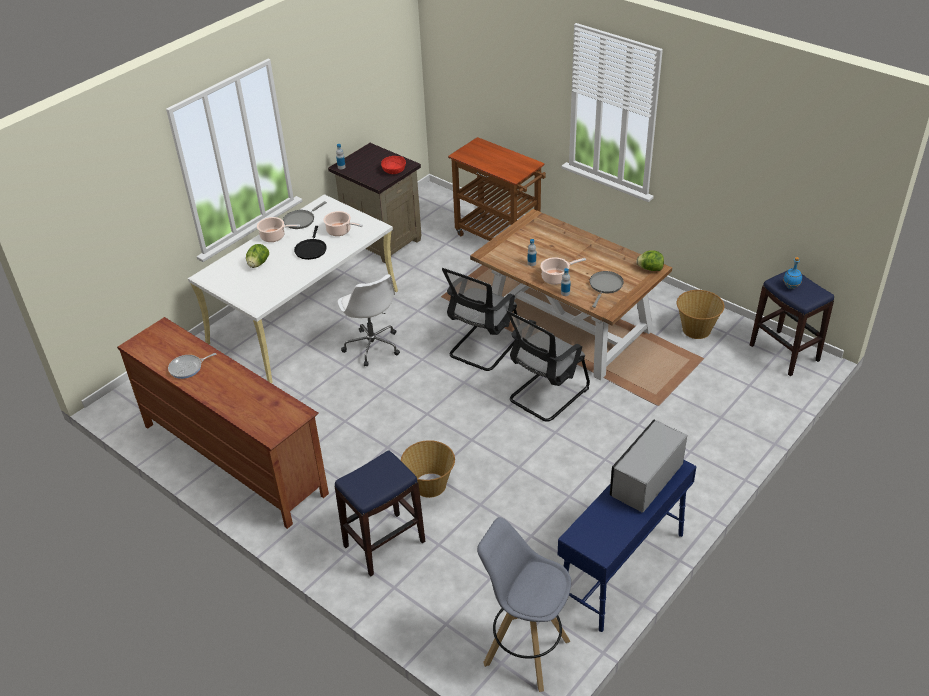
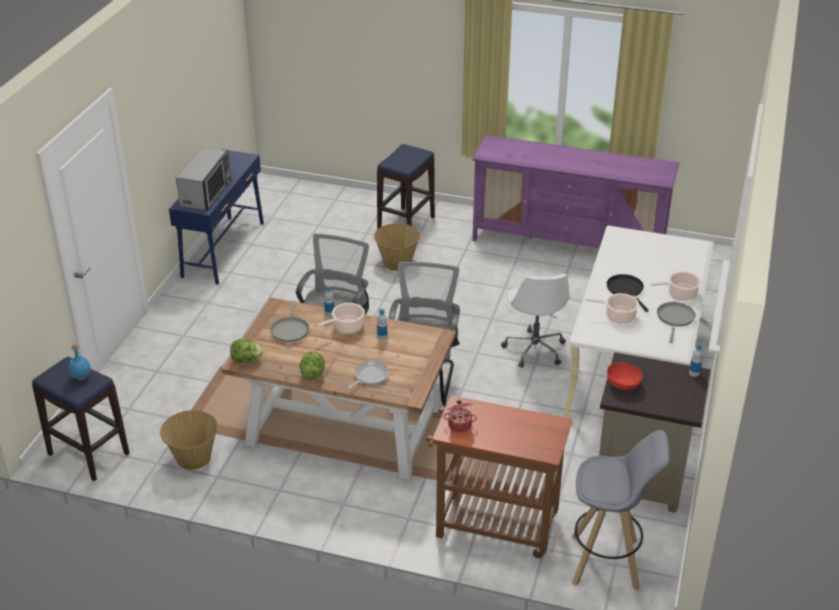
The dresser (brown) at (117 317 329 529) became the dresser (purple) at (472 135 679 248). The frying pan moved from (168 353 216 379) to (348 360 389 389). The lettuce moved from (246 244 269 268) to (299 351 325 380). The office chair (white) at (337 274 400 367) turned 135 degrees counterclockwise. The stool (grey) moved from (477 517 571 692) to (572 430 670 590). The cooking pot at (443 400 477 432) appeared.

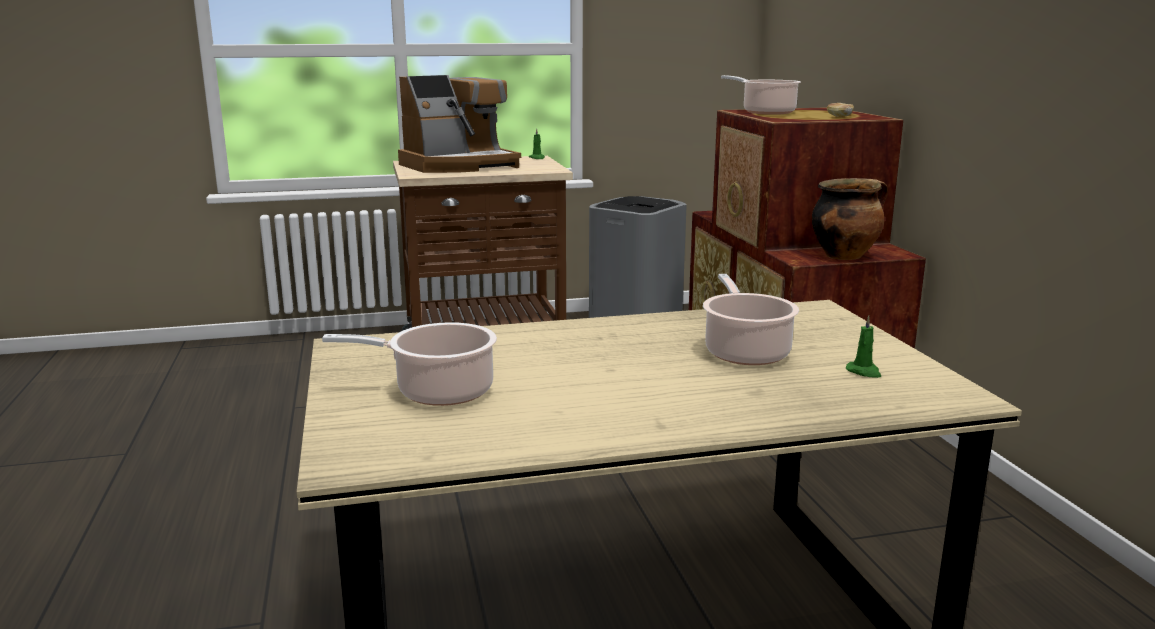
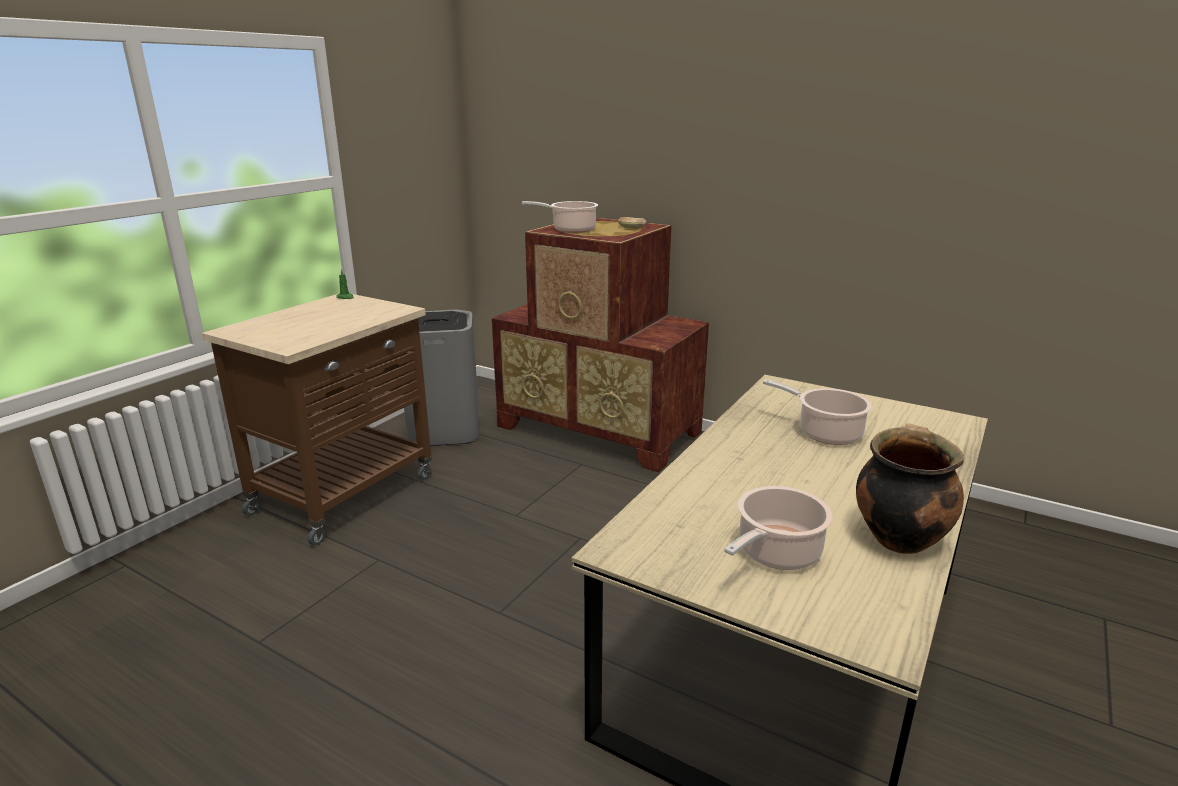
The coffee machine at (398 75 521 173) disappeared. The cooking pot moved from (812 178 888 260) to (856 423 964 554). The candle (green) at (846 316 881 378) disappeared.

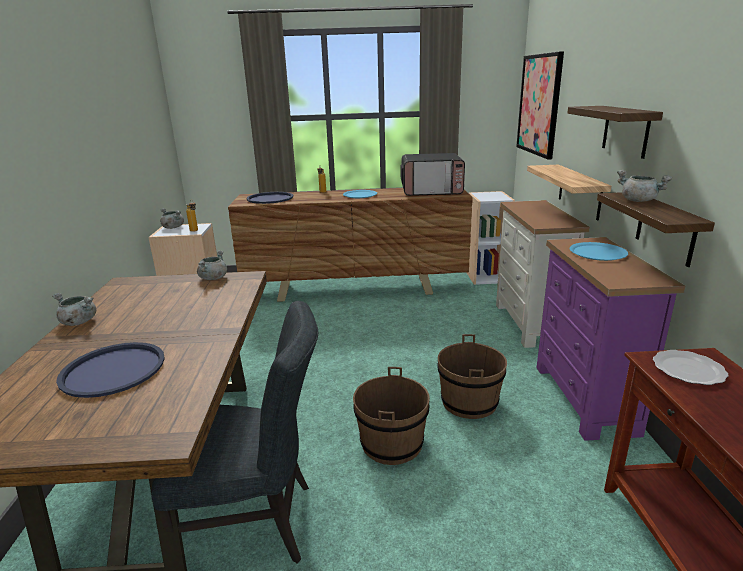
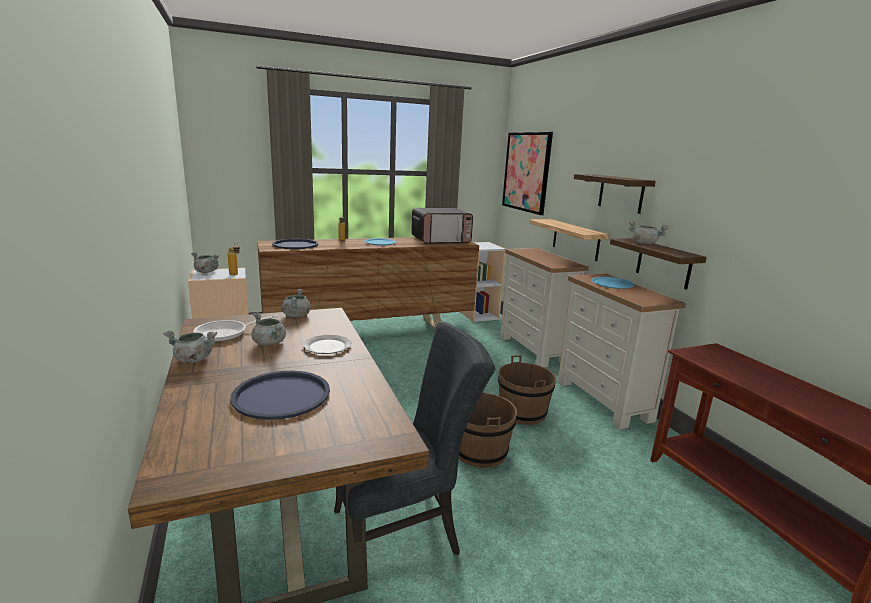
The dresser (purple) at (537 237 686 441) became the dresser (white) at (558 273 686 430). The plate moved from (653 350 728 385) to (303 335 352 354). The frying pan at (193 315 278 342) appeared. The cooking pot (grey) at (251 312 286 345) appeared.

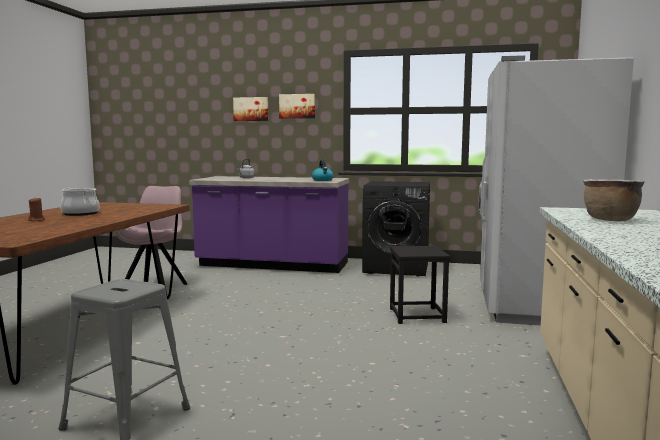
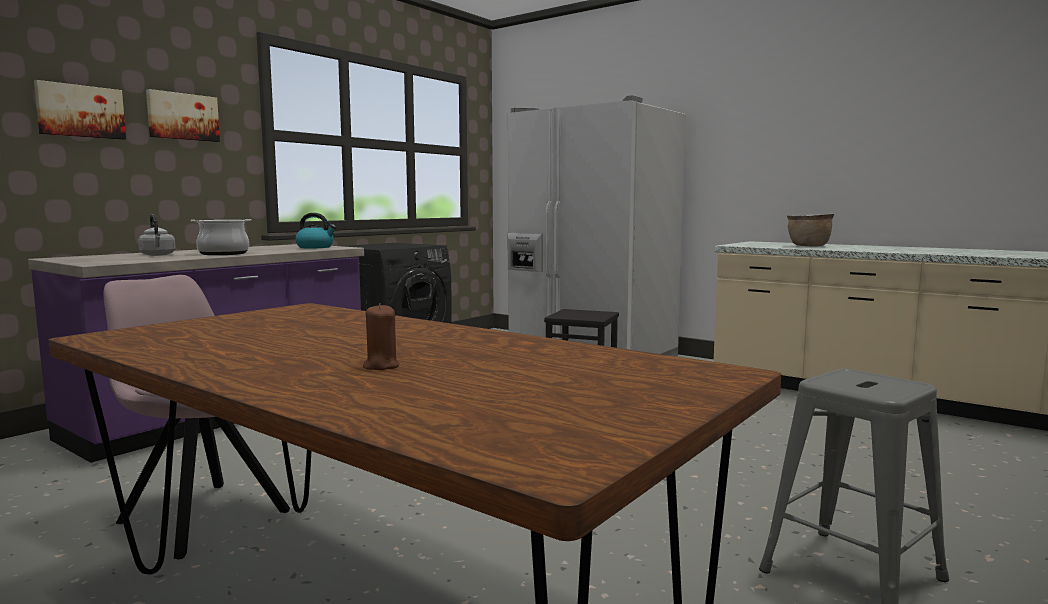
The cooking pot moved from (60 188 99 216) to (191 219 251 255).

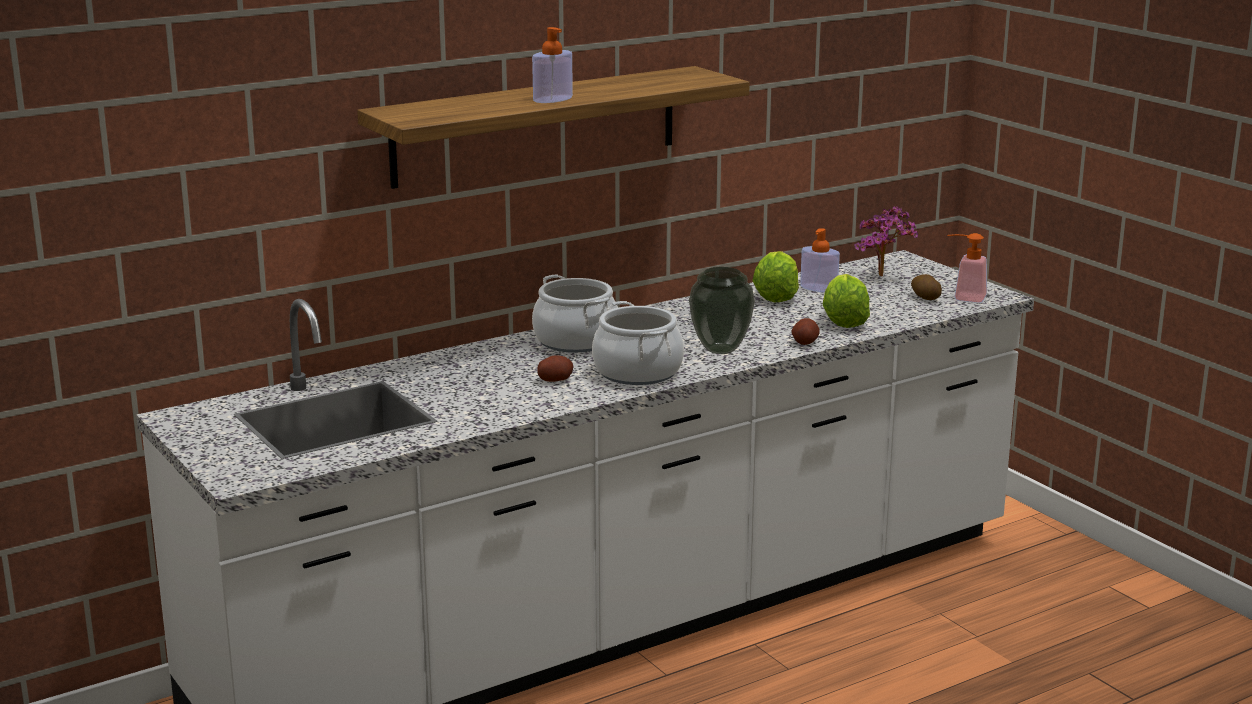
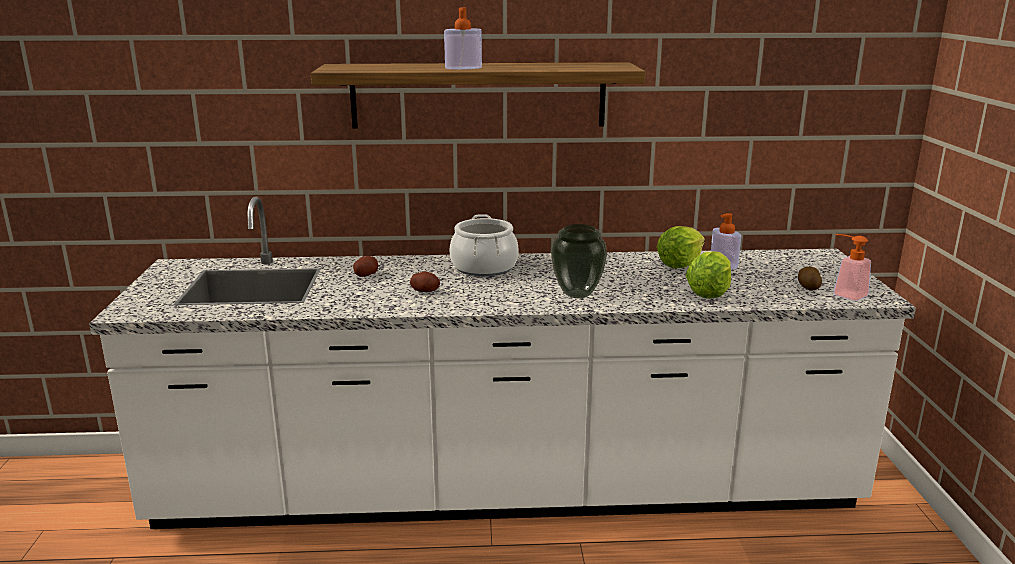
The cooking pot at (592 301 684 385) disappeared. The potato moved from (791 318 820 345) to (353 256 378 277). The potted plant at (854 206 918 277) disappeared.

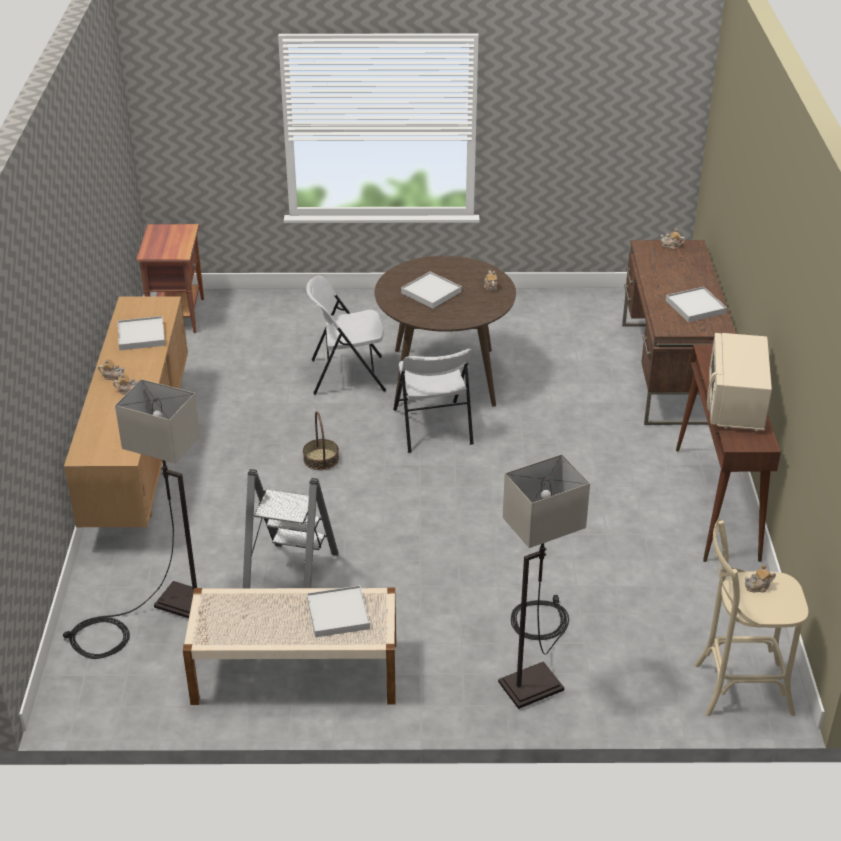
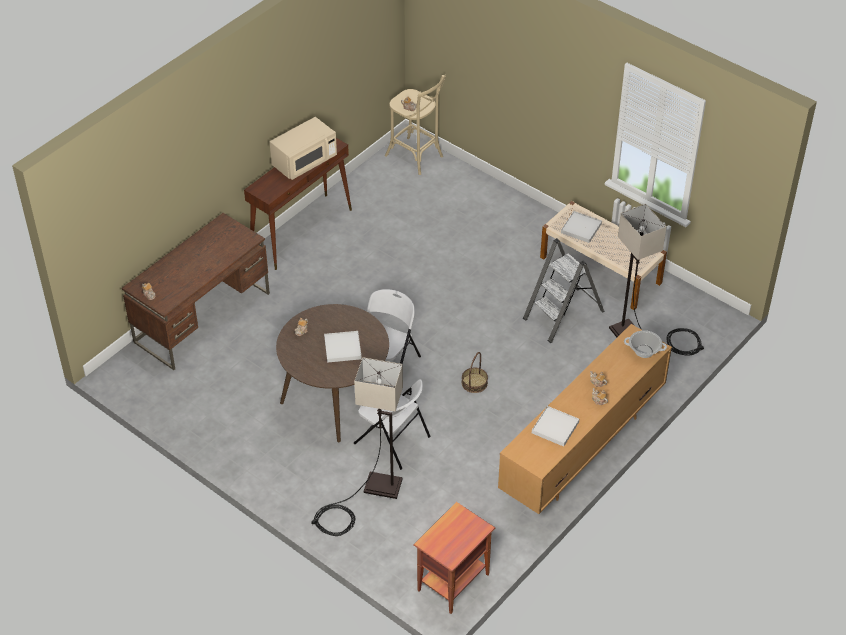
The floor lamp moved from (498 454 590 709) to (311 357 403 536). The tray (white) at (666 287 727 322) disappeared. The cooking pot at (624 330 667 358) appeared.

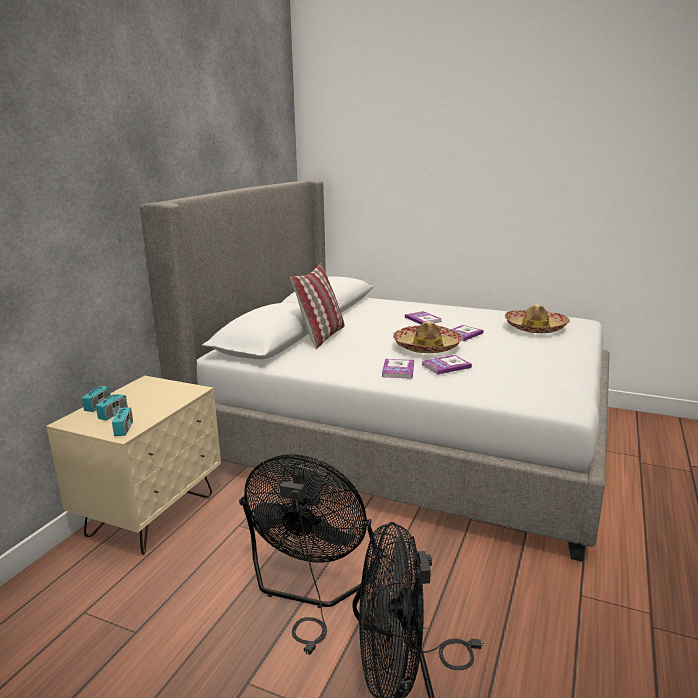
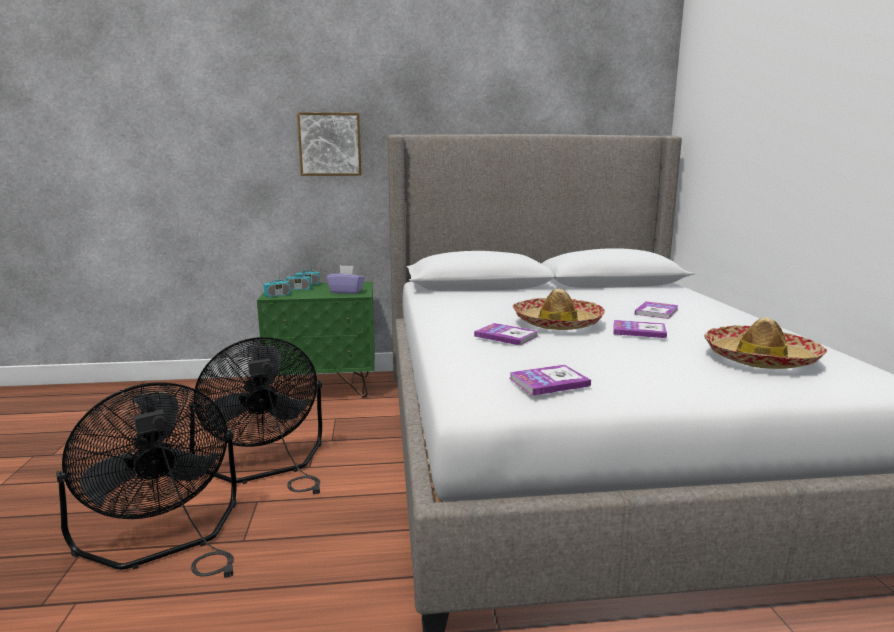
The nightstand (beige) at (46 376 221 555) became the nightstand (green) at (257 282 375 397). The fan (black) at (239 454 380 655) turned 105 degrees counterclockwise. The pillow at (290 263 345 349) disappeared. The book moved from (382 359 414 379) to (509 365 591 396). The picture at (297 112 362 176) appeared. The tissue box (purple) at (326 265 365 294) appeared.

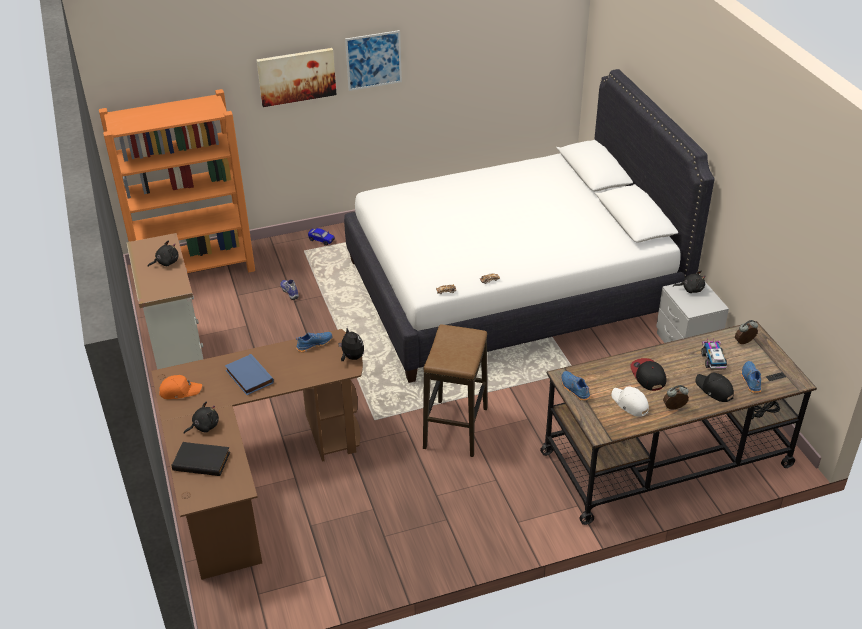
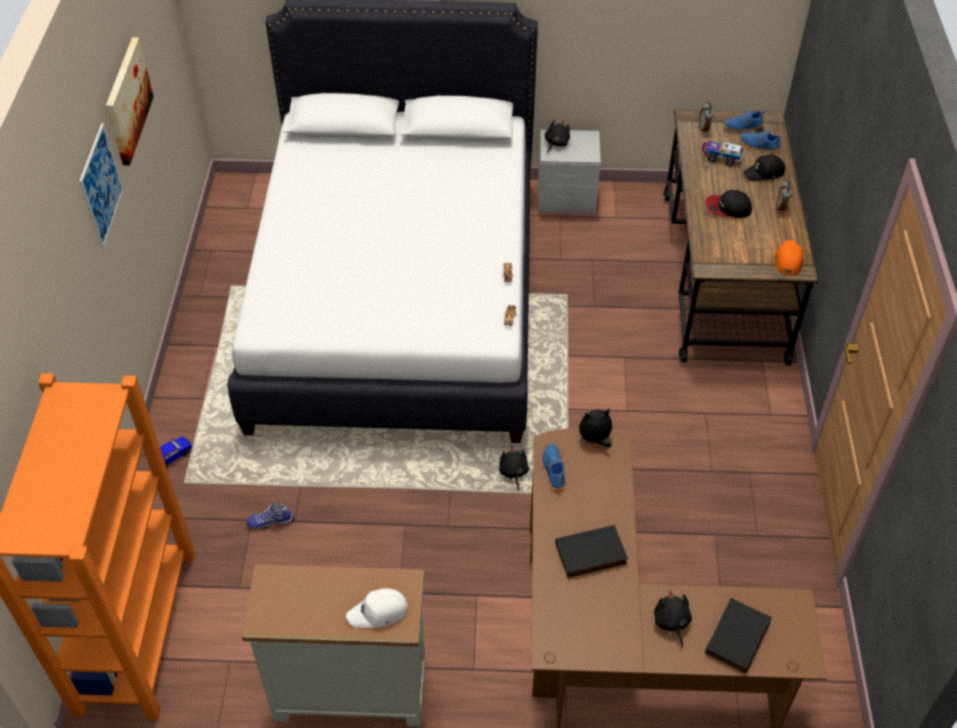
The plush toy (black) moved from (148 240 179 267) to (499 446 529 491). The cap (orange) moved from (159 375 202 399) to (775 240 803 276). The book (blue) at (225 354 274 395) became the book (black) at (555 525 628 578). The picture moved from (257 48 337 107) to (106 37 154 165). The stool at (423 324 487 457) disappeared. The shoe (blue) moved from (561 371 590 401) to (725 110 765 133). The cap (white) moved from (612 386 649 416) to (346 588 408 628).

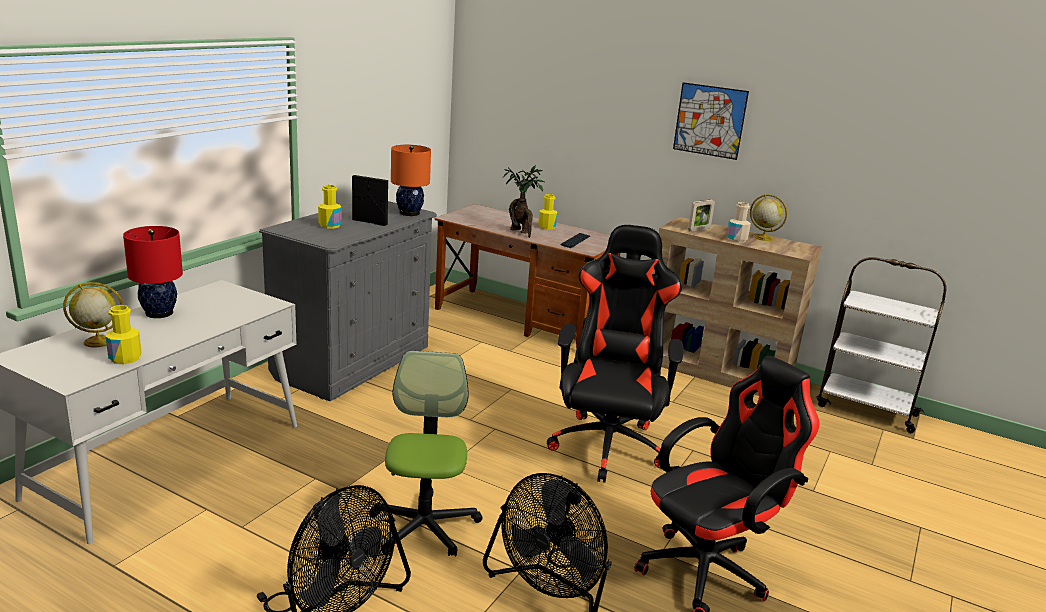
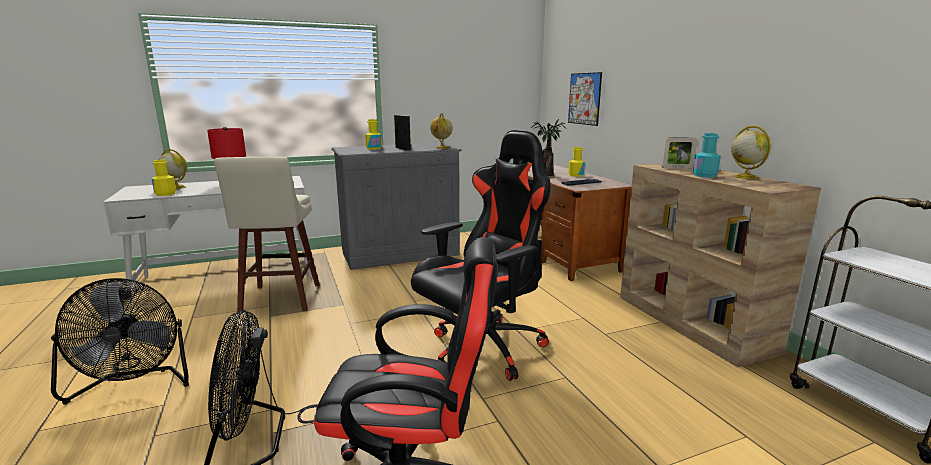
The office chair at (369 351 483 556) disappeared. The table lamp (orange) at (391 145 431 216) was replaced by the globe at (430 113 453 149). The picture moved from (673 82 749 160) to (568 72 602 126). The bottle (beige) at (727 202 751 243) became the bottle (turquoise) at (693 133 721 178). The stool (beige) at (214 157 320 314) appeared.

